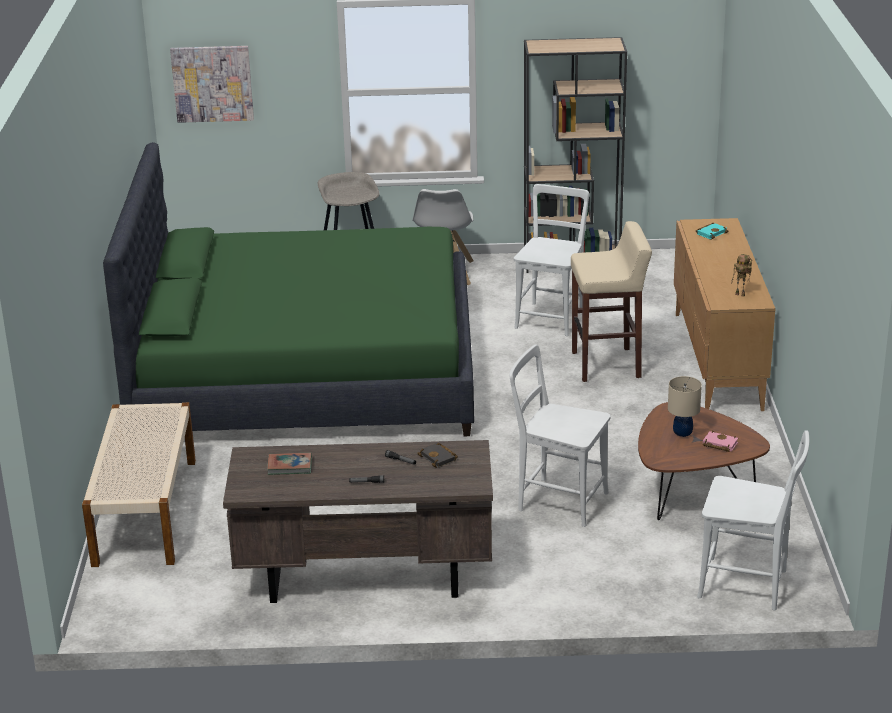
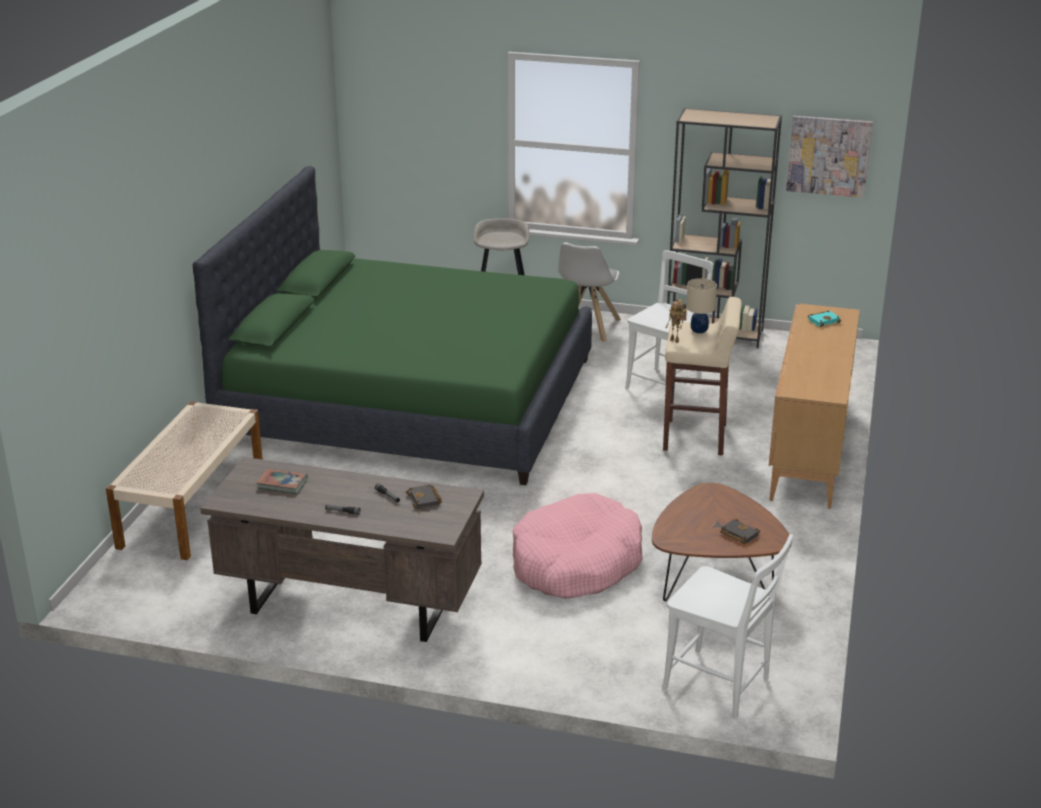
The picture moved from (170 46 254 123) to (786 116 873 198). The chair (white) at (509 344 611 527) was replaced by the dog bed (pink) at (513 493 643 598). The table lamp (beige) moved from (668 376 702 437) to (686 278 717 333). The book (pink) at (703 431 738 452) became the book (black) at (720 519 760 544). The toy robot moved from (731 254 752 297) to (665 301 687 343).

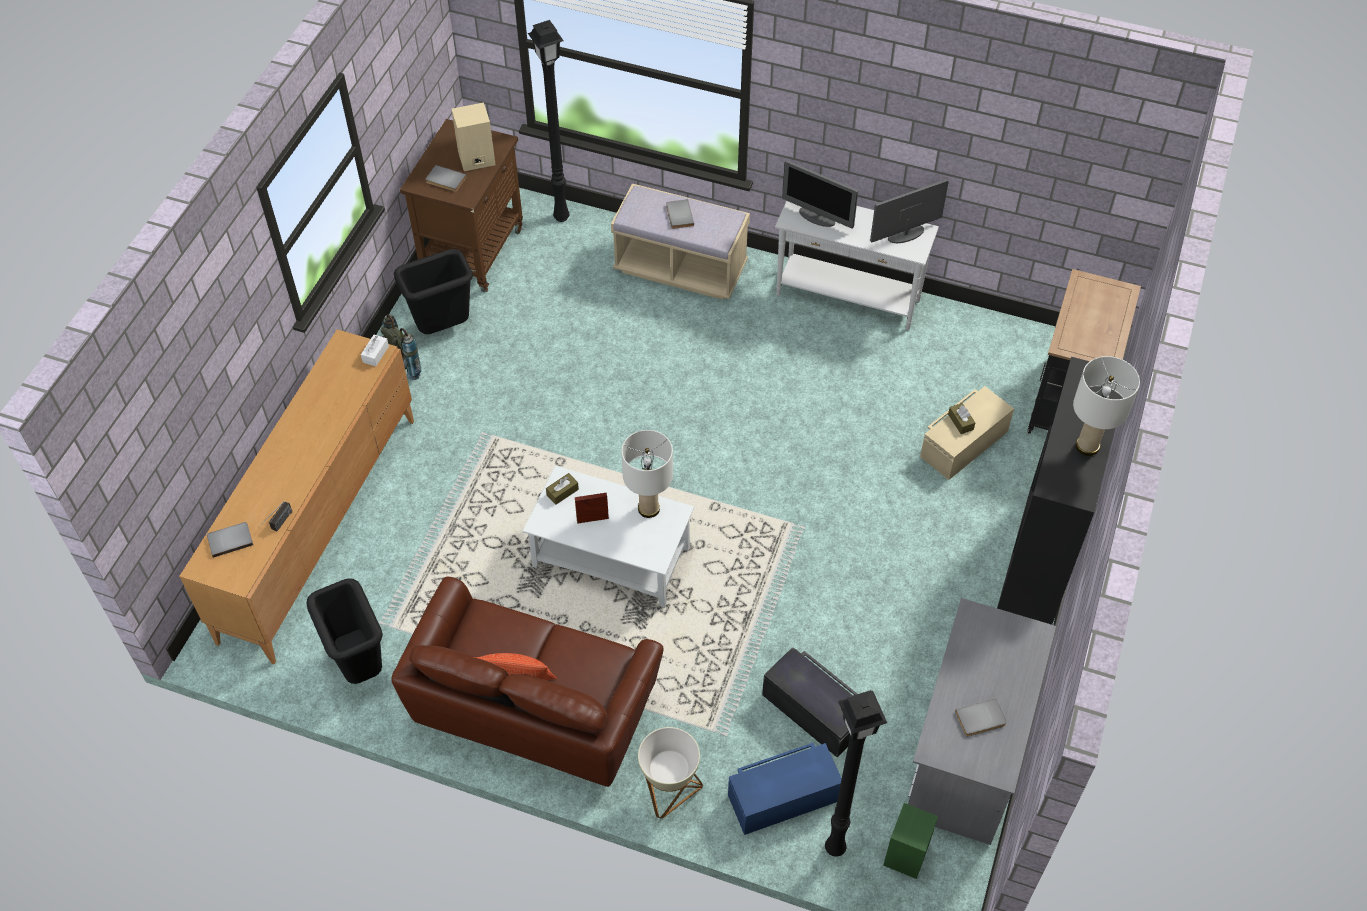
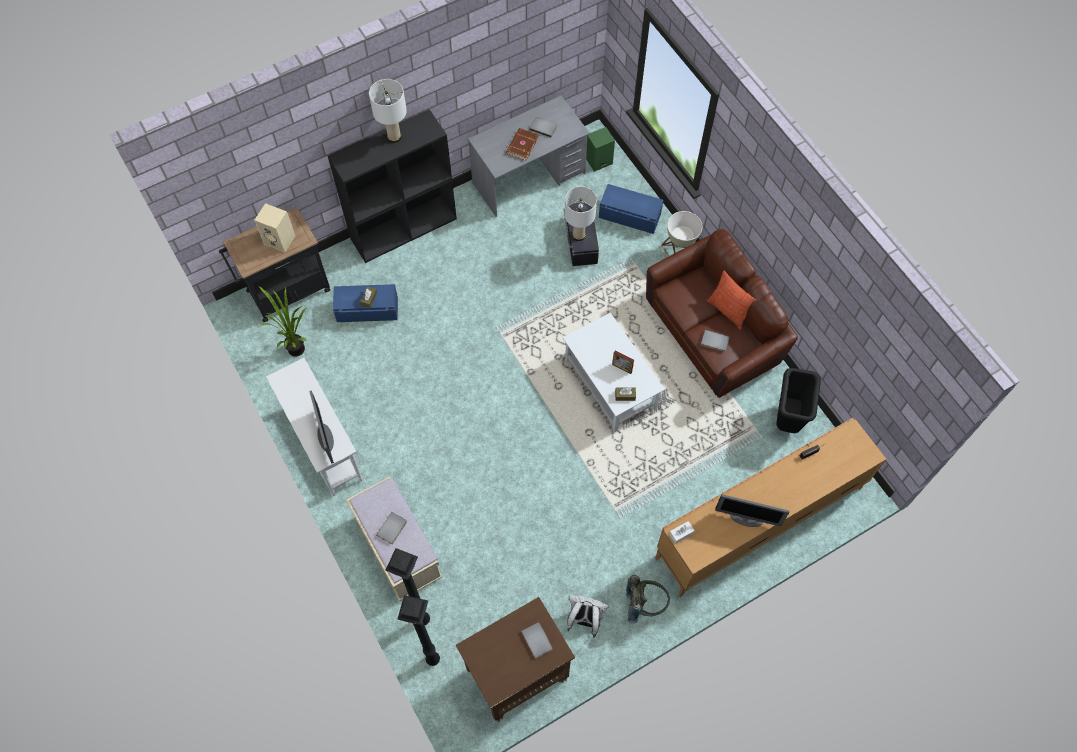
The book (grey) moved from (207 522 253 558) to (701 330 730 352). The trash can (black) at (394 249 473 334) was replaced by the backpack (white) at (567 595 609 638). The speaker (beige) moved from (452 103 496 171) to (254 203 296 252). The table lamp (white) moved from (621 430 673 518) to (565 186 597 241). The floor lamp (black) moved from (825 690 887 857) to (385 548 430 625). The monitor moved from (870 179 949 243) to (715 494 789 527). The storage box (beige) at (920 386 1014 480) became the storage box (blue) at (333 284 398 322). The potted plant at (258 286 308 357) appeared. The book (brown) at (506 128 539 160) appeared.

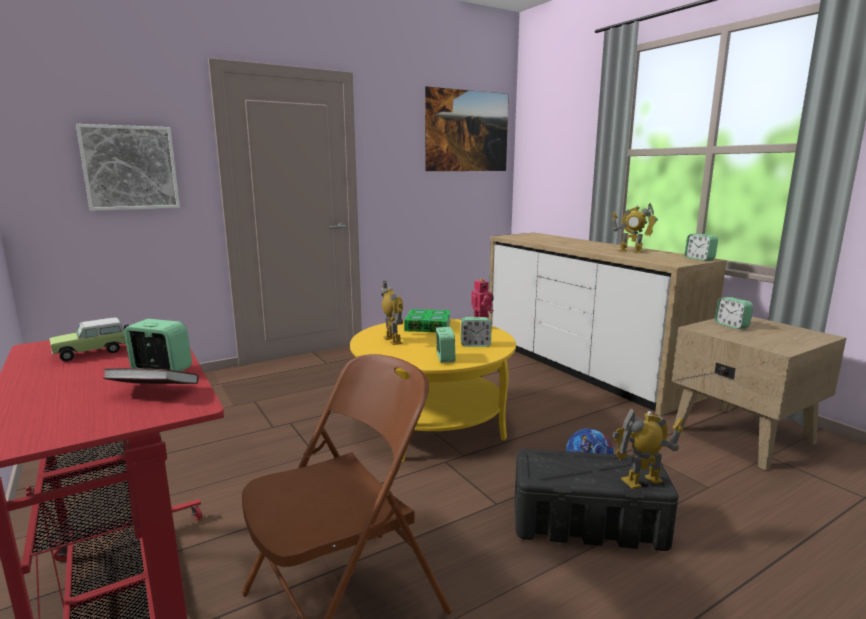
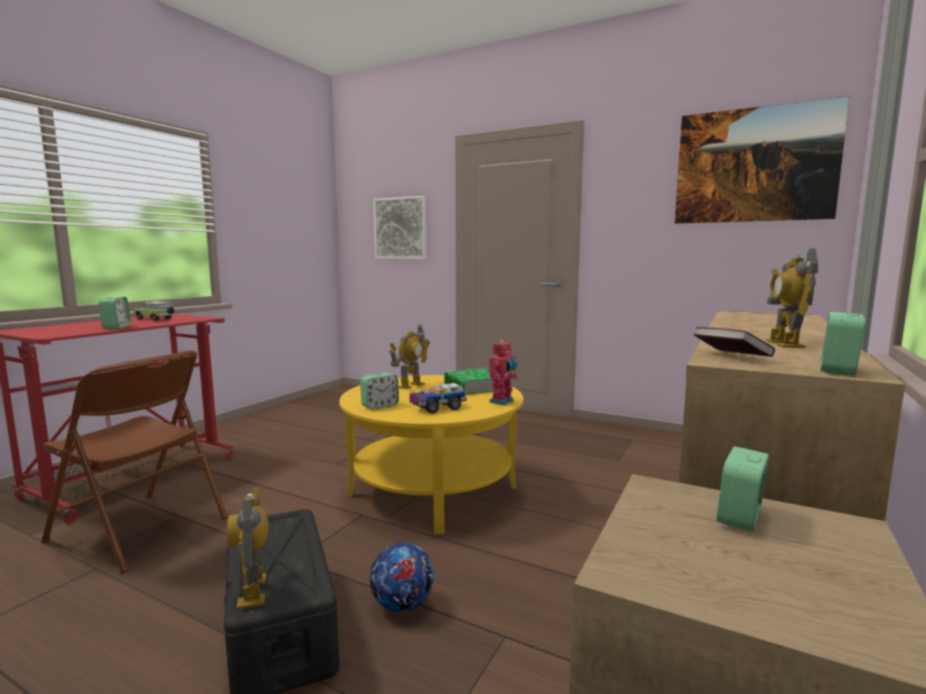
The book moved from (103 368 199 384) to (694 327 775 357). The alarm clock at (461 317 492 347) was replaced by the toy truck at (410 383 467 414). The toy robot at (612 409 684 489) turned 150 degrees counterclockwise.

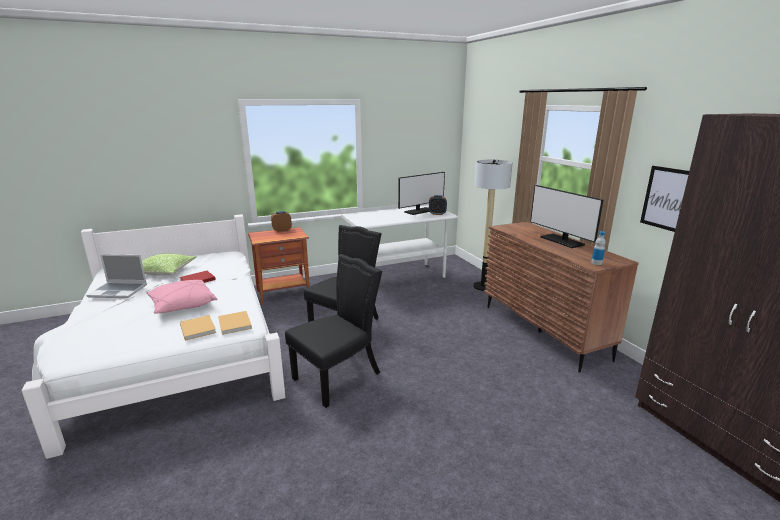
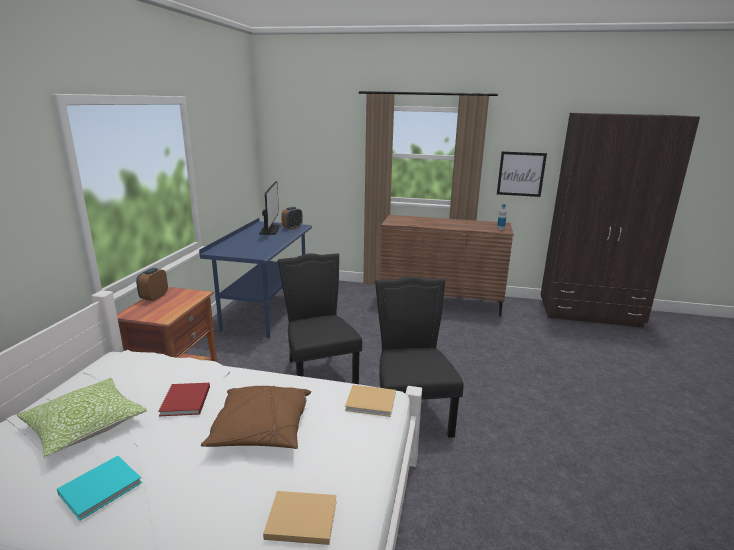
The laptop at (86 254 147 298) was replaced by the book (turquoise) at (57 456 142 521). The pillow (pink) at (146 280 218 314) became the pillow (brown) at (201 386 311 449). The book (beige) moved from (180 315 216 341) to (263 491 337 545). The desk (white) at (341 203 458 280) became the desk (blue) at (199 218 312 340). The floor lamp at (473 159 513 291) disappeared. The monitor at (530 185 603 248) disappeared.

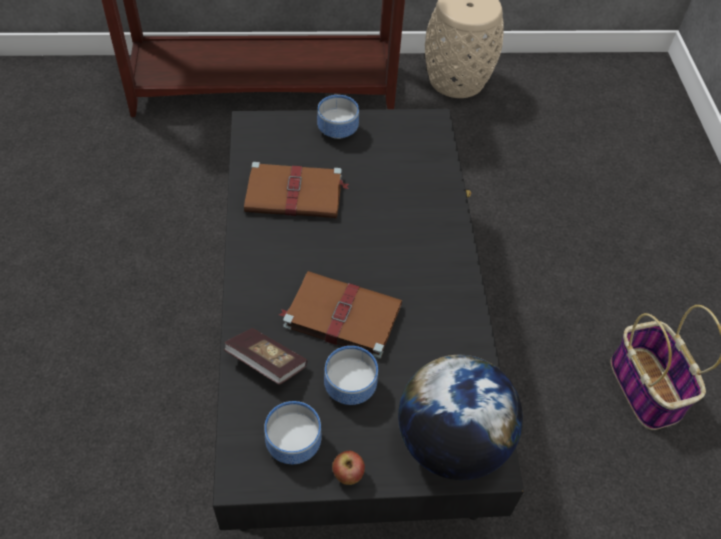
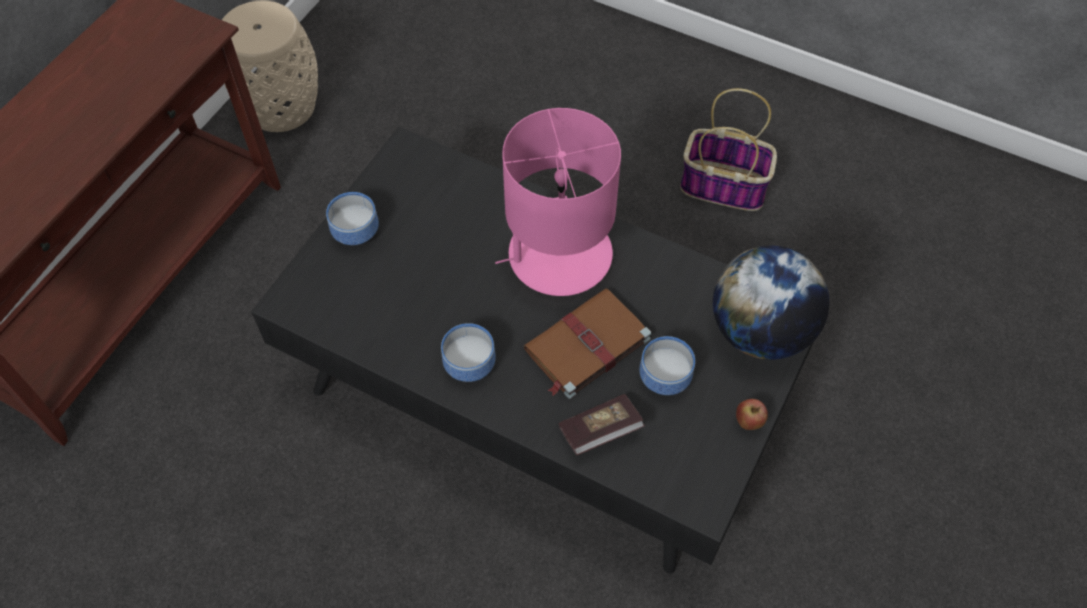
The book (brown) at (244 162 349 218) disappeared. The bowl moved from (264 401 322 464) to (441 323 496 382). The table lamp (pink) at (495 108 621 296) appeared.

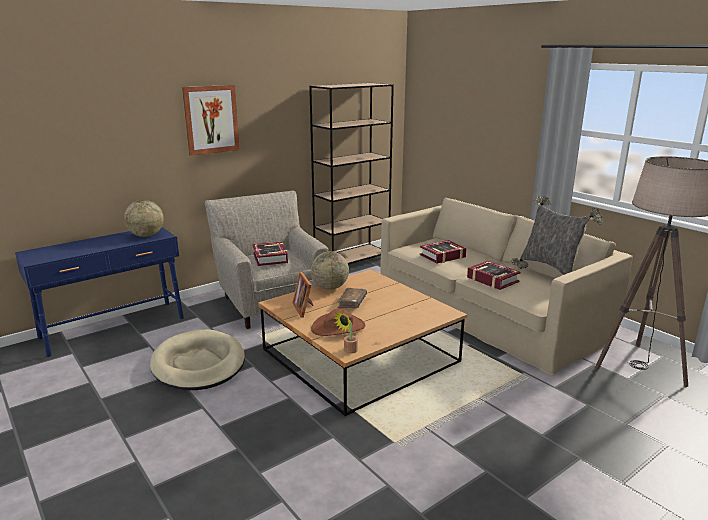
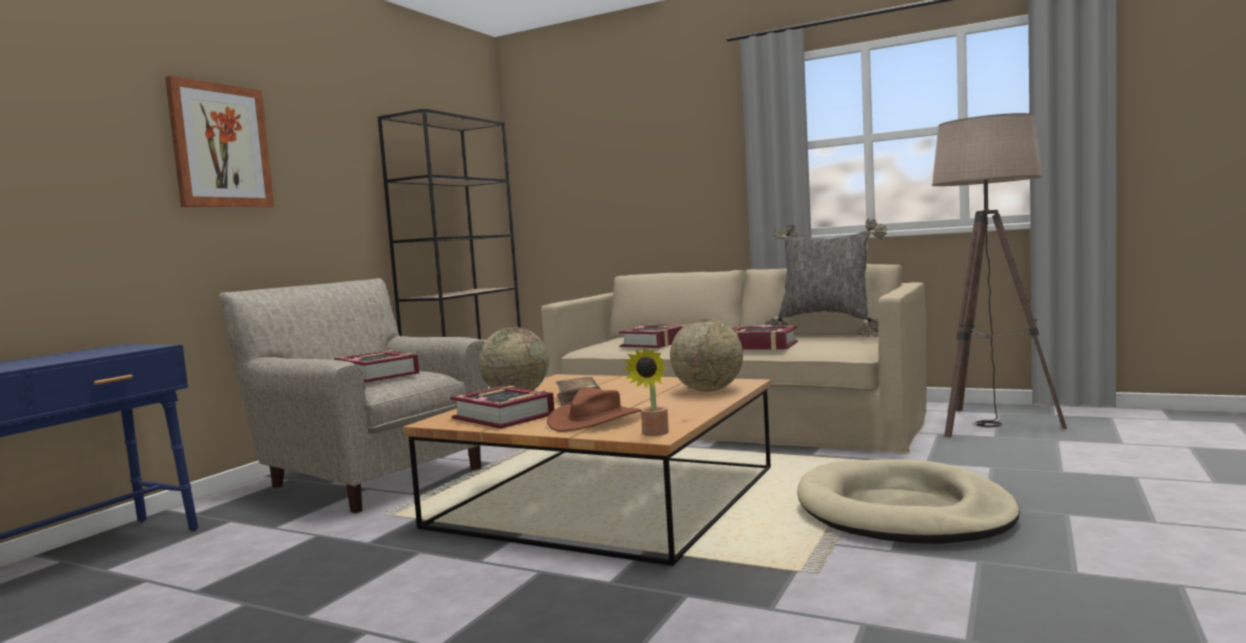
The globe moved from (124 200 164 237) to (670 319 743 392). The dog bed (beige) moved from (150 329 245 390) to (797 459 1020 544). The picture frame at (292 272 313 318) was replaced by the book at (450 386 555 429).

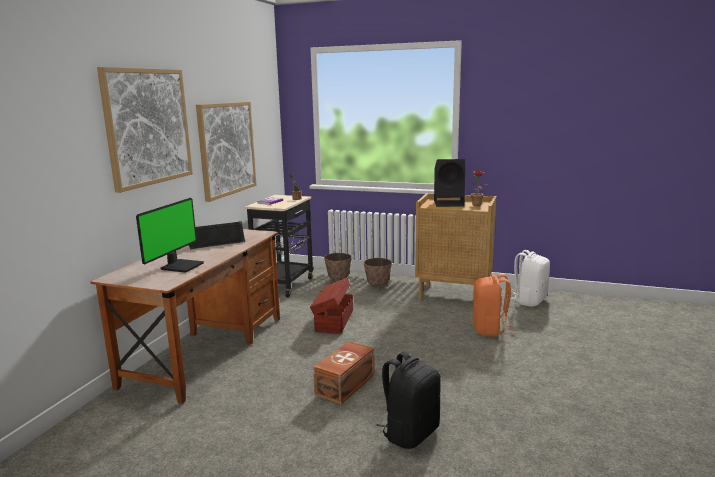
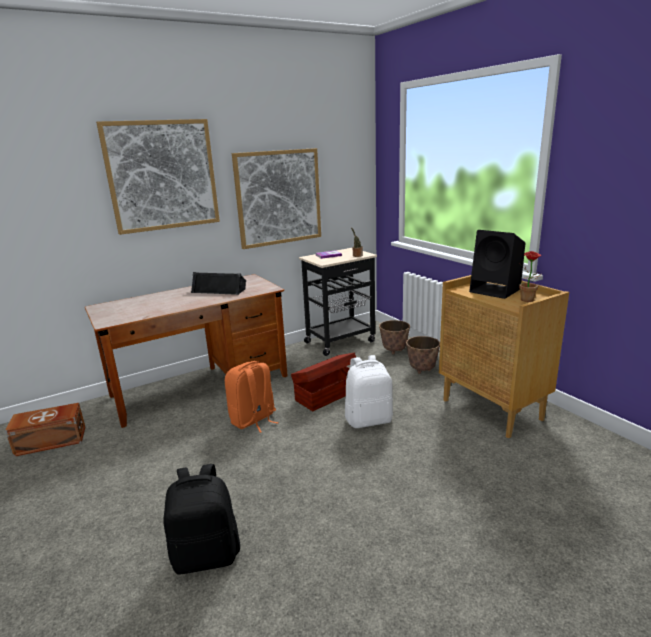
The monitor at (136 198 204 273) disappeared. The storage box (brown) moved from (313 341 375 404) to (5 403 85 457). The backpack (orange) moved from (473 274 515 337) to (225 361 279 433). The backpack (white) moved from (507 250 550 307) to (345 355 393 428).

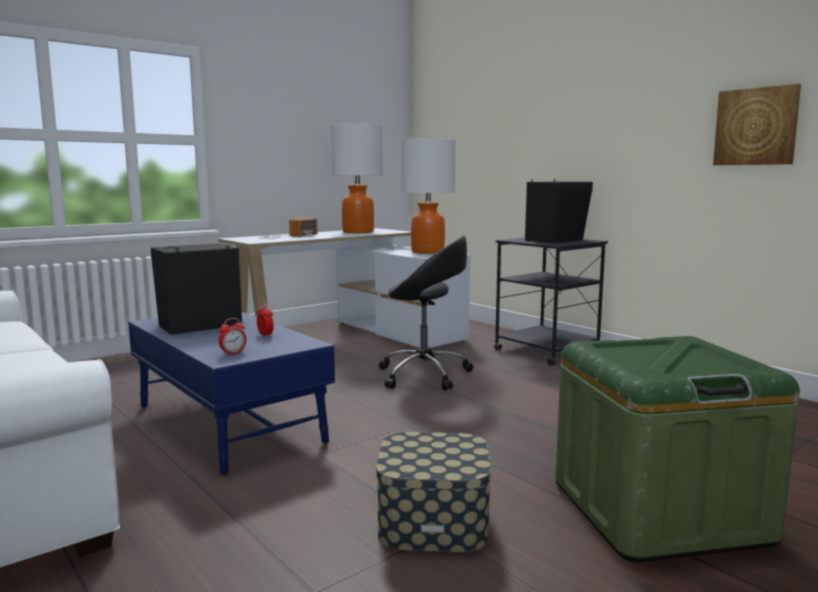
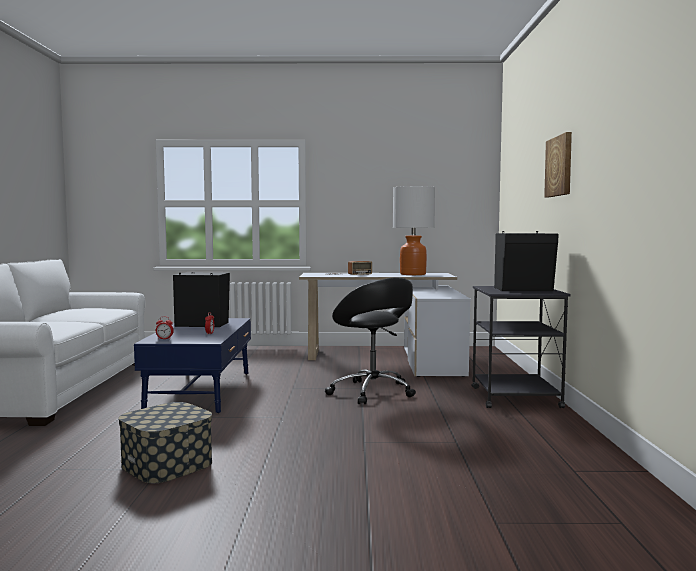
The table lamp at (402 138 456 254) disappeared. The storage box (green) at (555 336 800 562) disappeared. The picture moved from (713 84 801 165) to (544 132 572 198).

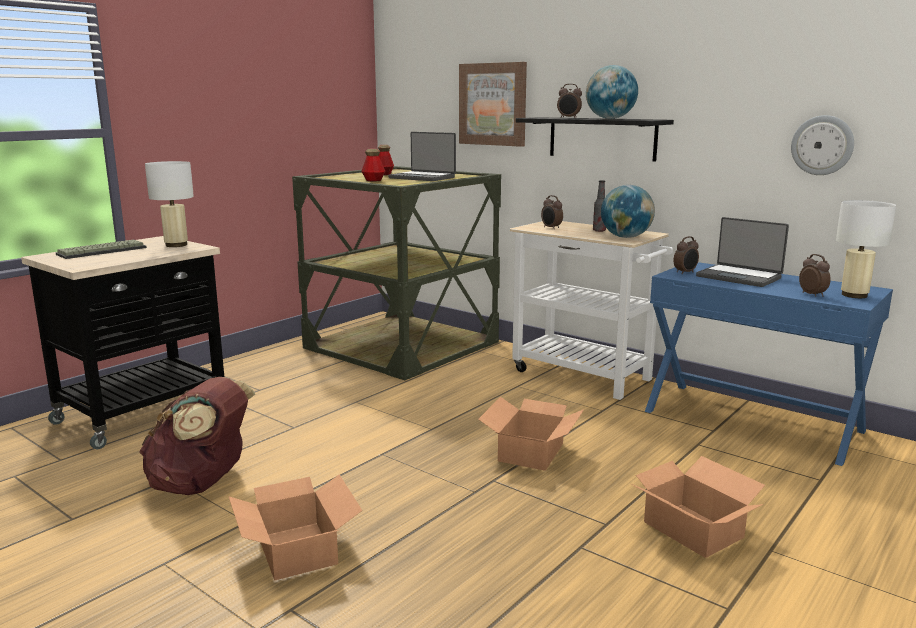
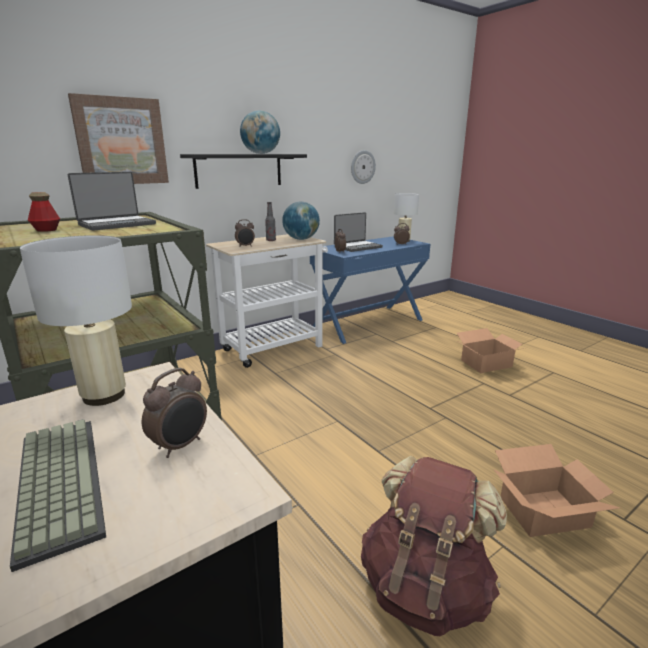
The bottle at (361 149 386 181) disappeared. The cardboard box at (478 397 584 471) disappeared. The alarm clock moved from (557 84 582 118) to (142 368 207 458).

